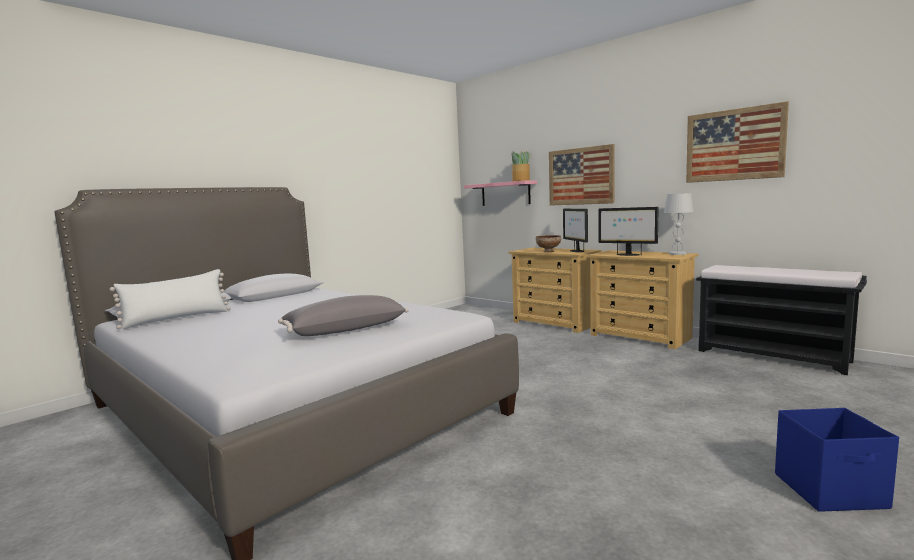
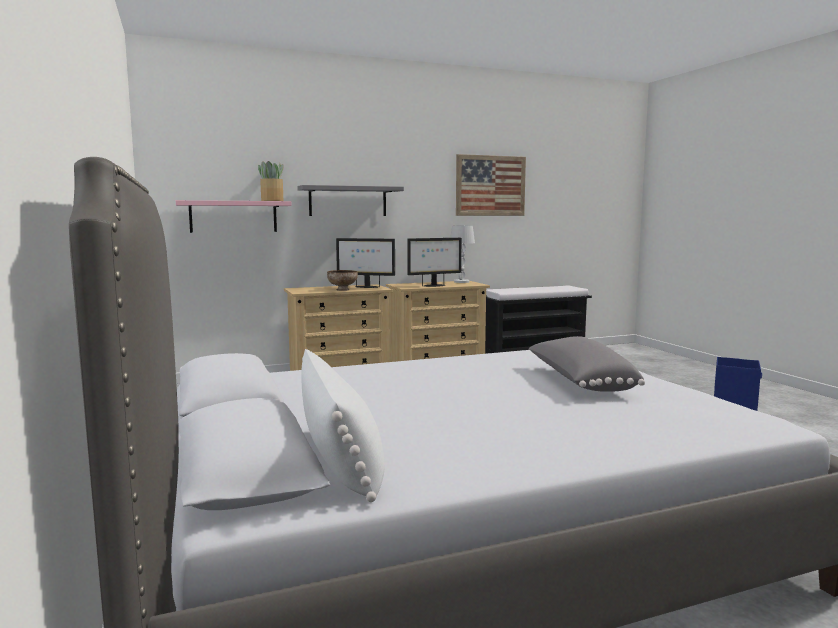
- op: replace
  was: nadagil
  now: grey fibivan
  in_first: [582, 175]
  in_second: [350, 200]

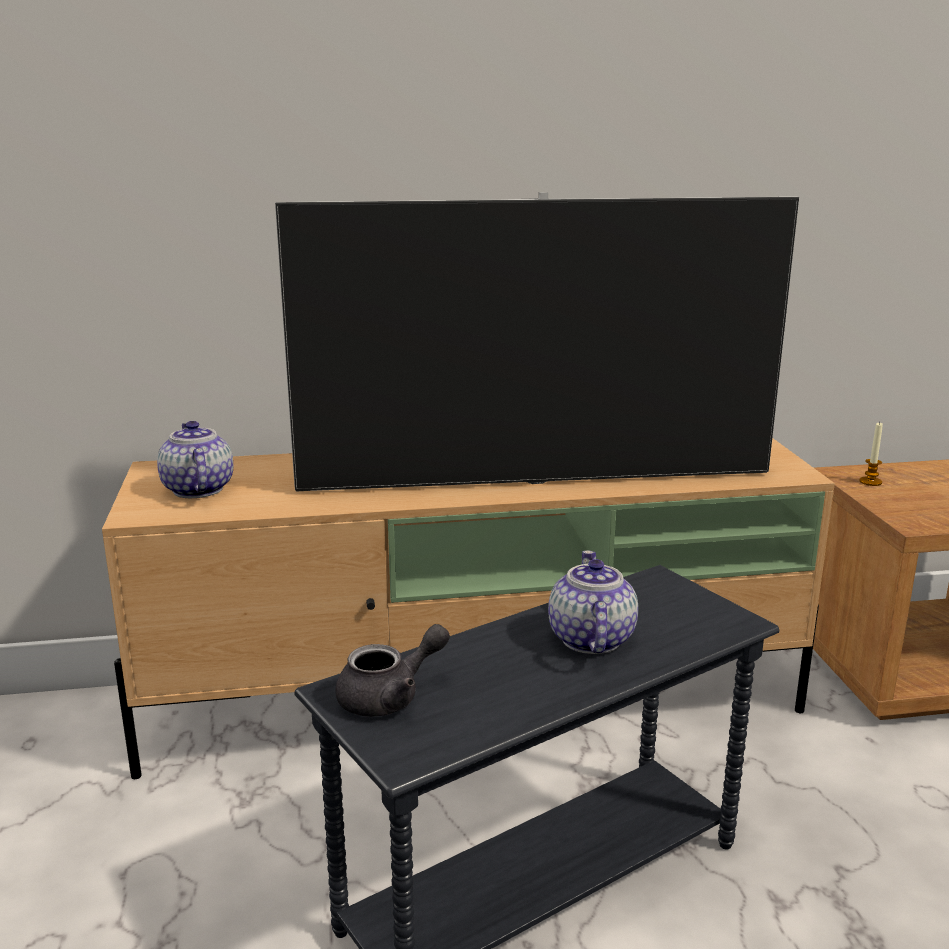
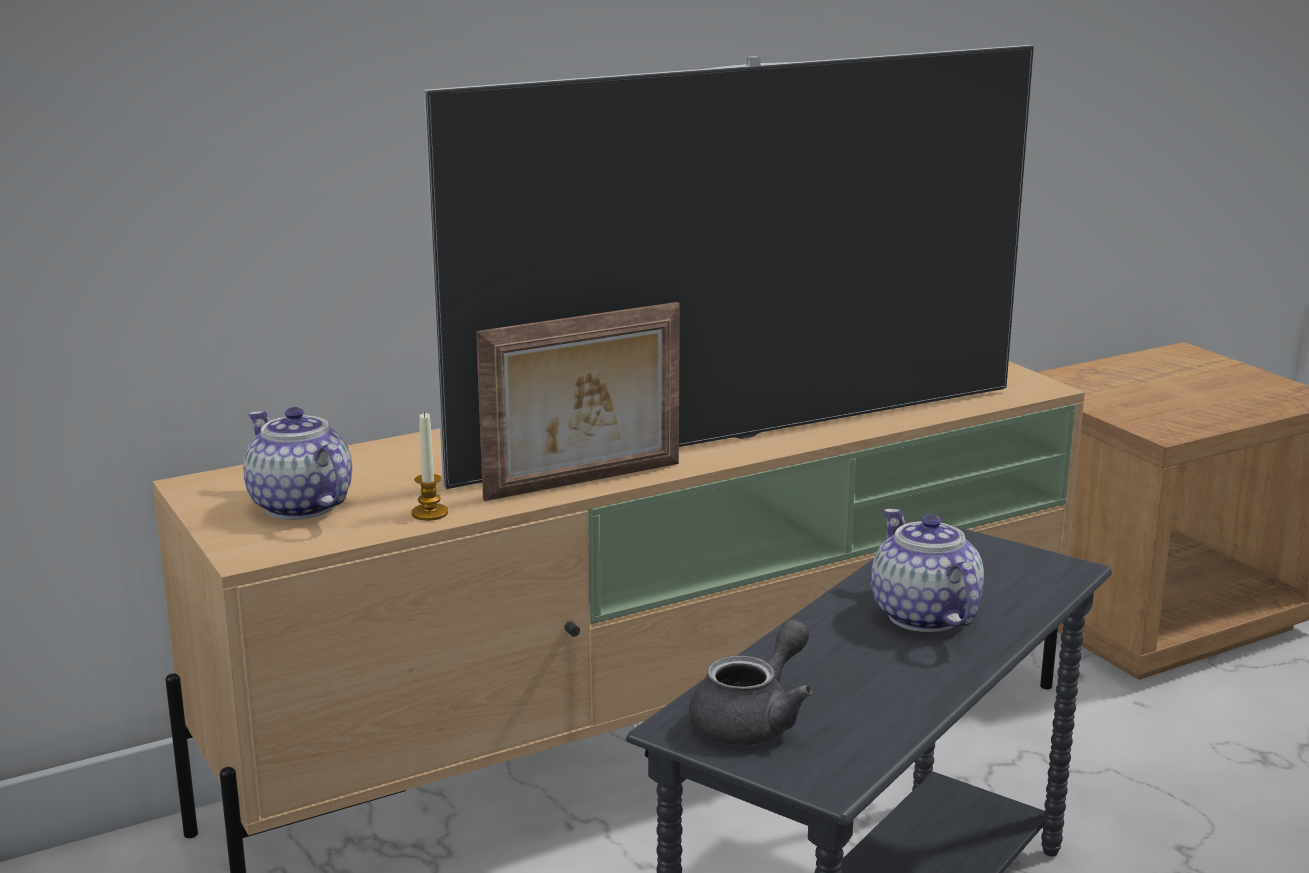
- op: move
  was: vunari
  in_first: [871, 454]
  in_second: [429, 466]
- op: insert
  now: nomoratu
  in_second: [578, 401]

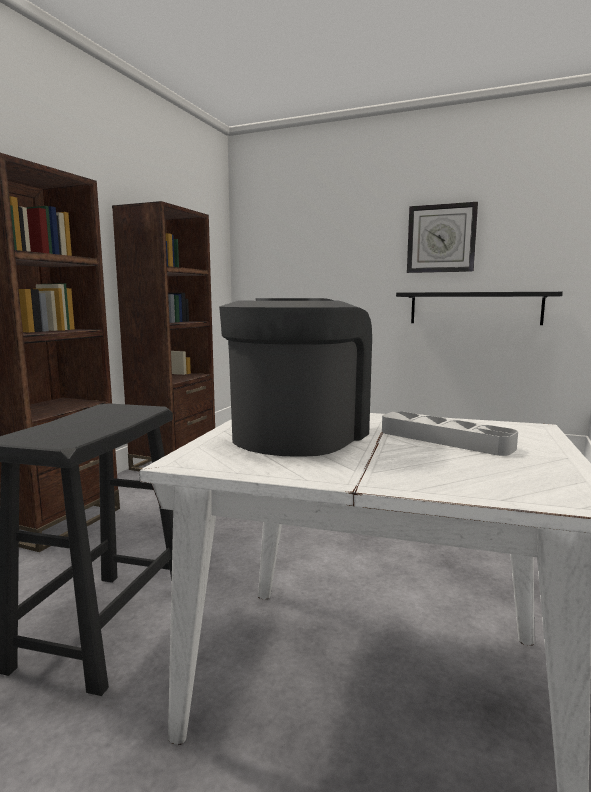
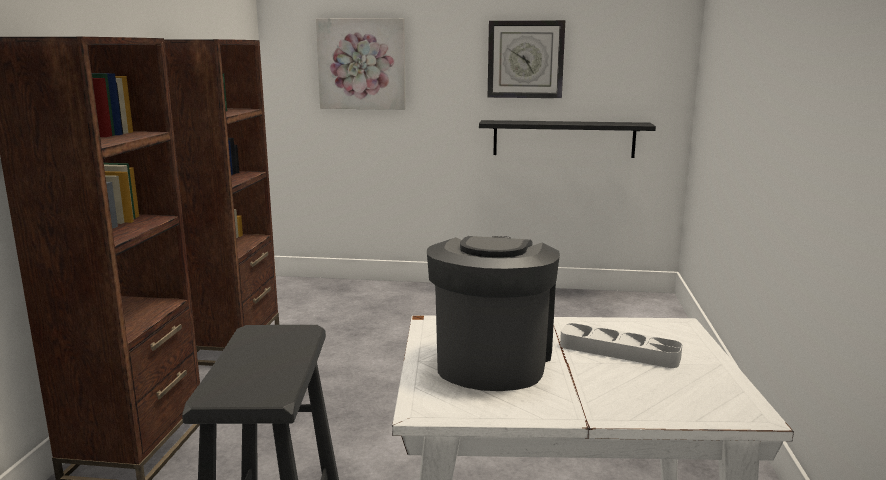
- op: insert
  now: nadagil
  in_second: [361, 64]

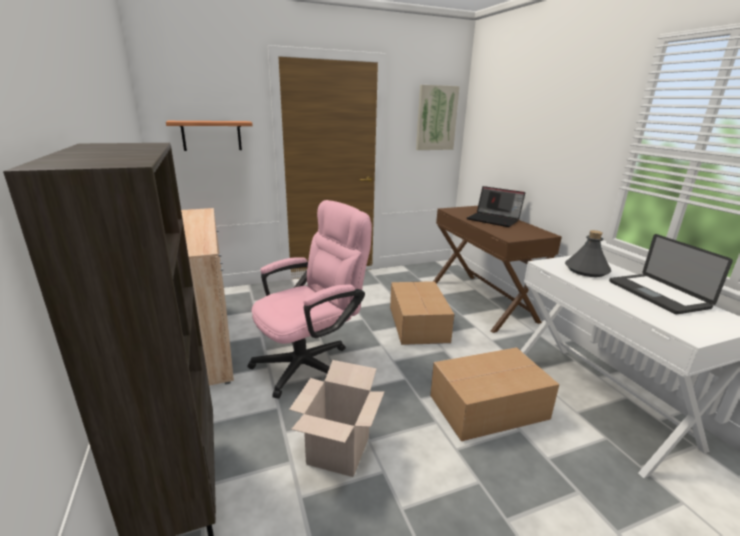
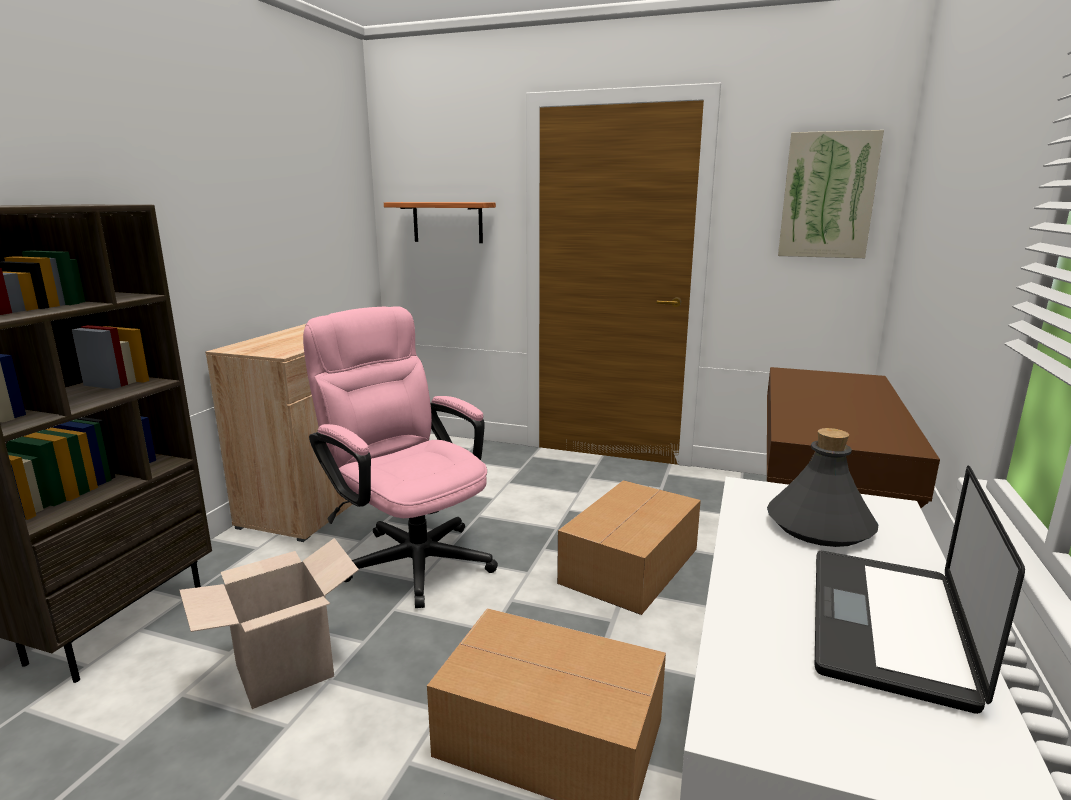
- op: rotate
  was: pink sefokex
  in_first: [310, 299]
  in_second: [400, 457]
  clockwise: -135
- op: delete
  was: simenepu
  in_first: [496, 206]

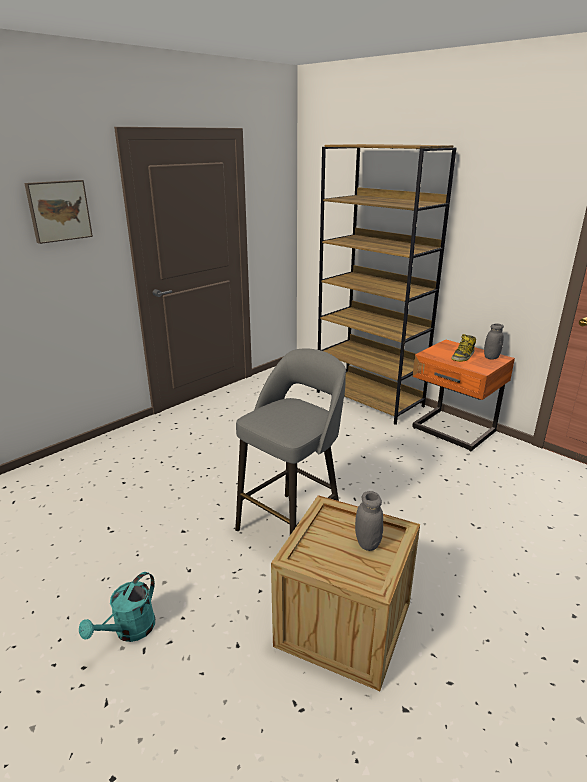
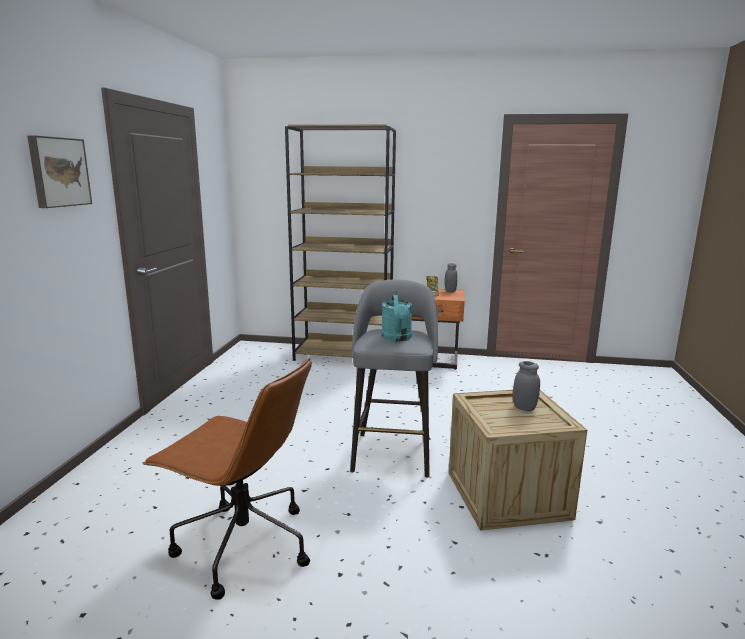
- op: insert
  now: brown sefokex
  in_second: [227, 479]
- op: move
  was: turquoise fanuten
  in_first: [117, 607]
  in_second: [396, 316]

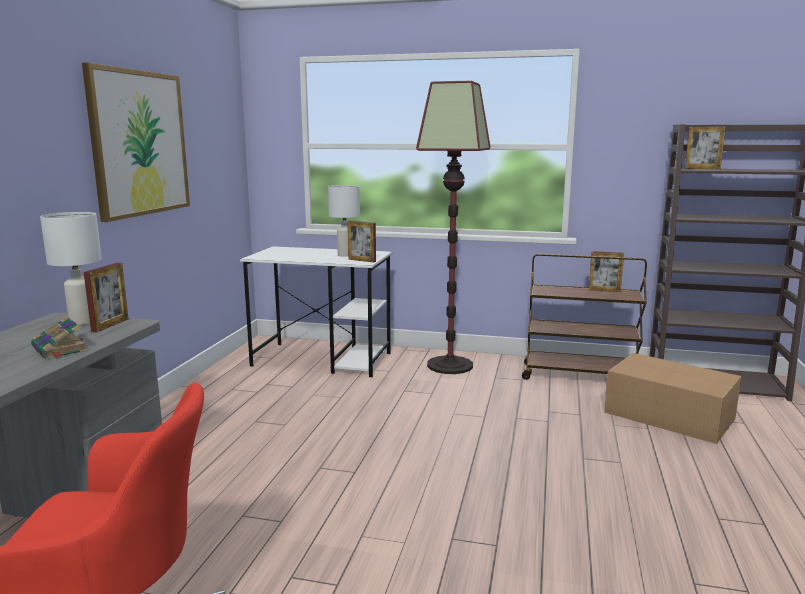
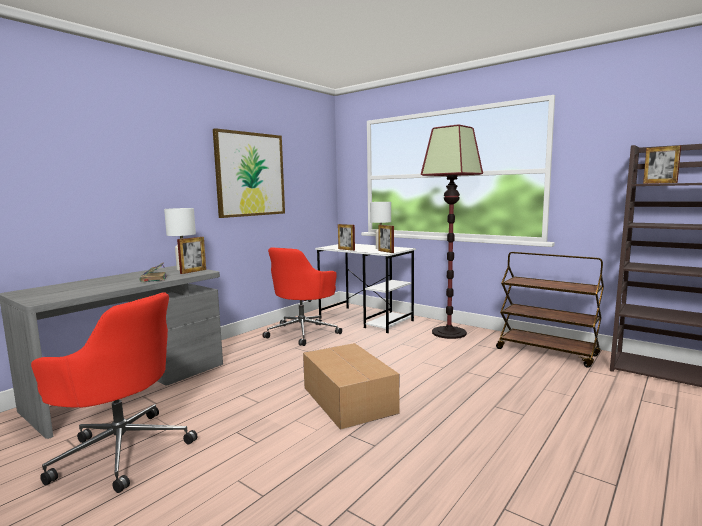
- op: insert
  now: red sefokex
  in_second: [302, 297]
- op: move
  was: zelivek
  in_first: [672, 398]
  in_second: [351, 386]
- op: move
  was: nomoratu
  in_first: [606, 271]
  in_second: [346, 237]

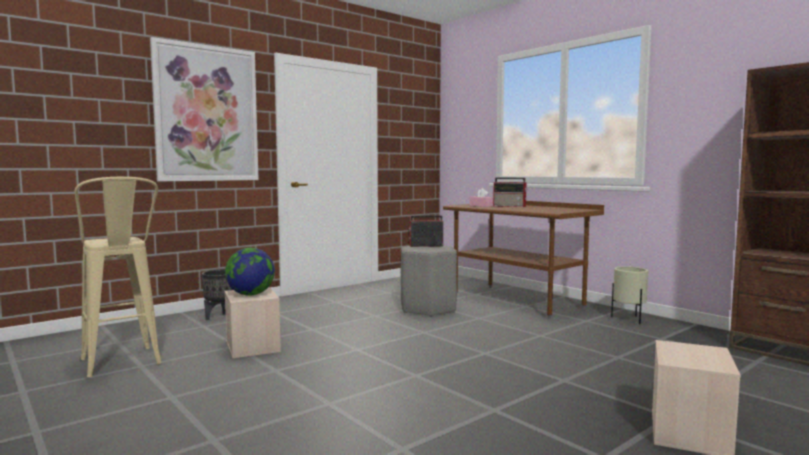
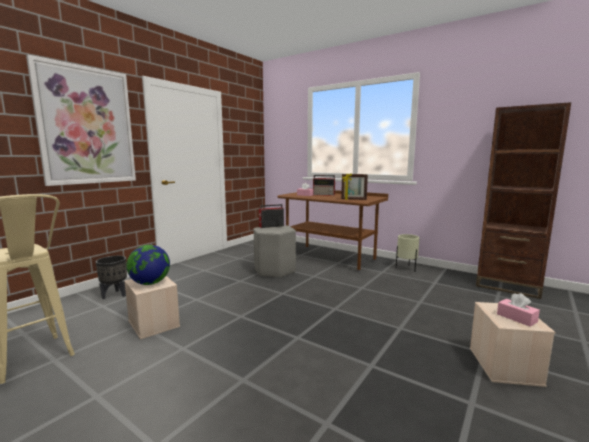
- op: insert
  now: nomoratu
  in_second: [354, 186]
- op: insert
  now: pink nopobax
  in_second: [518, 310]

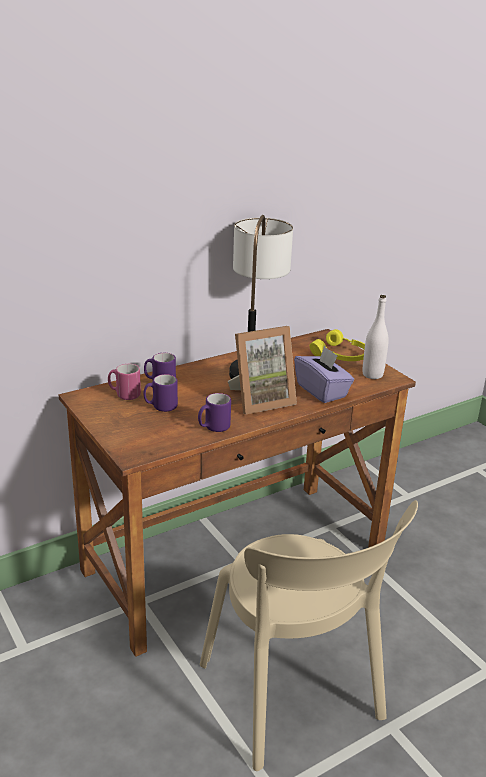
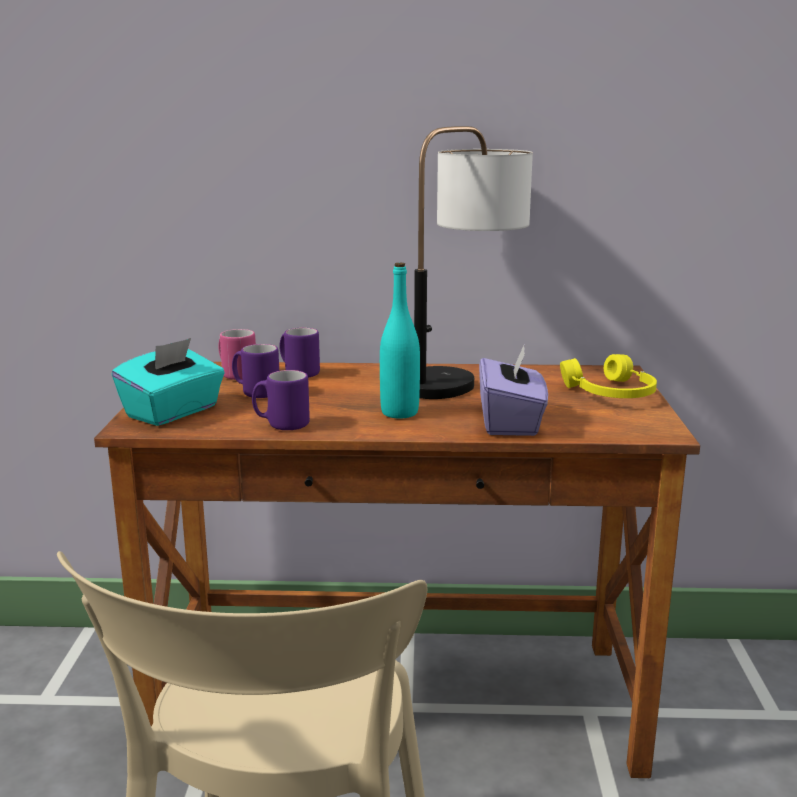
- op: insert
  now: turquoise nopobax
  in_second: [168, 382]
- op: replace
  was: nomoratu
  now: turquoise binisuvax
  in_first: [262, 370]
  in_second: [400, 341]
- op: delete
  was: white binisuvax
  in_first: [376, 337]

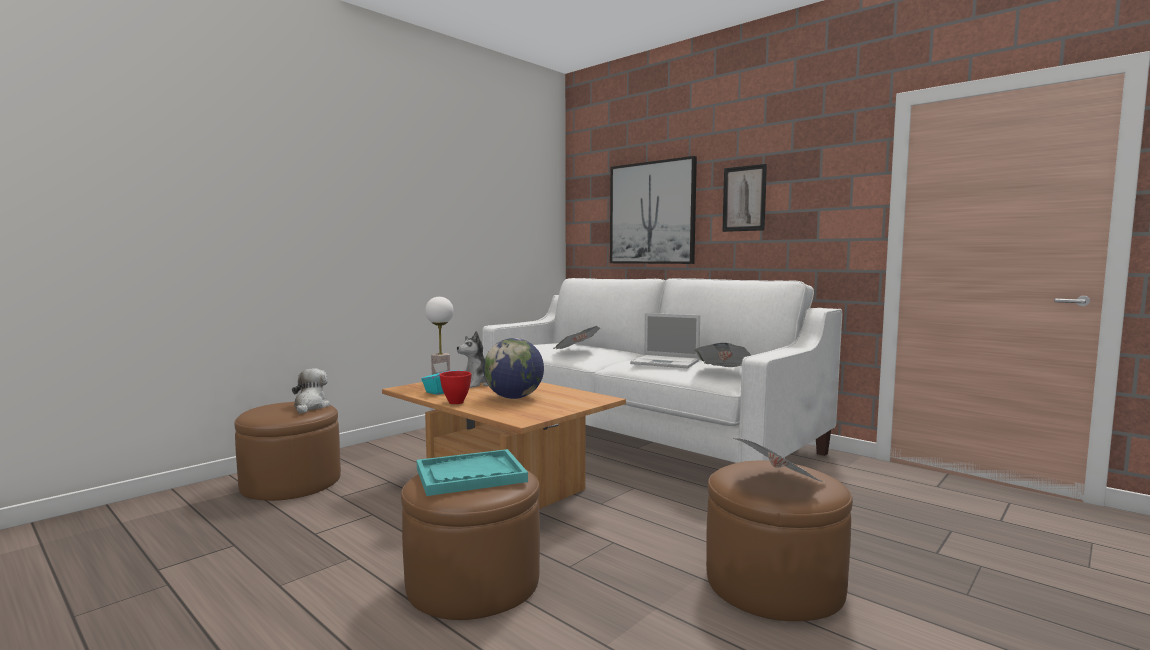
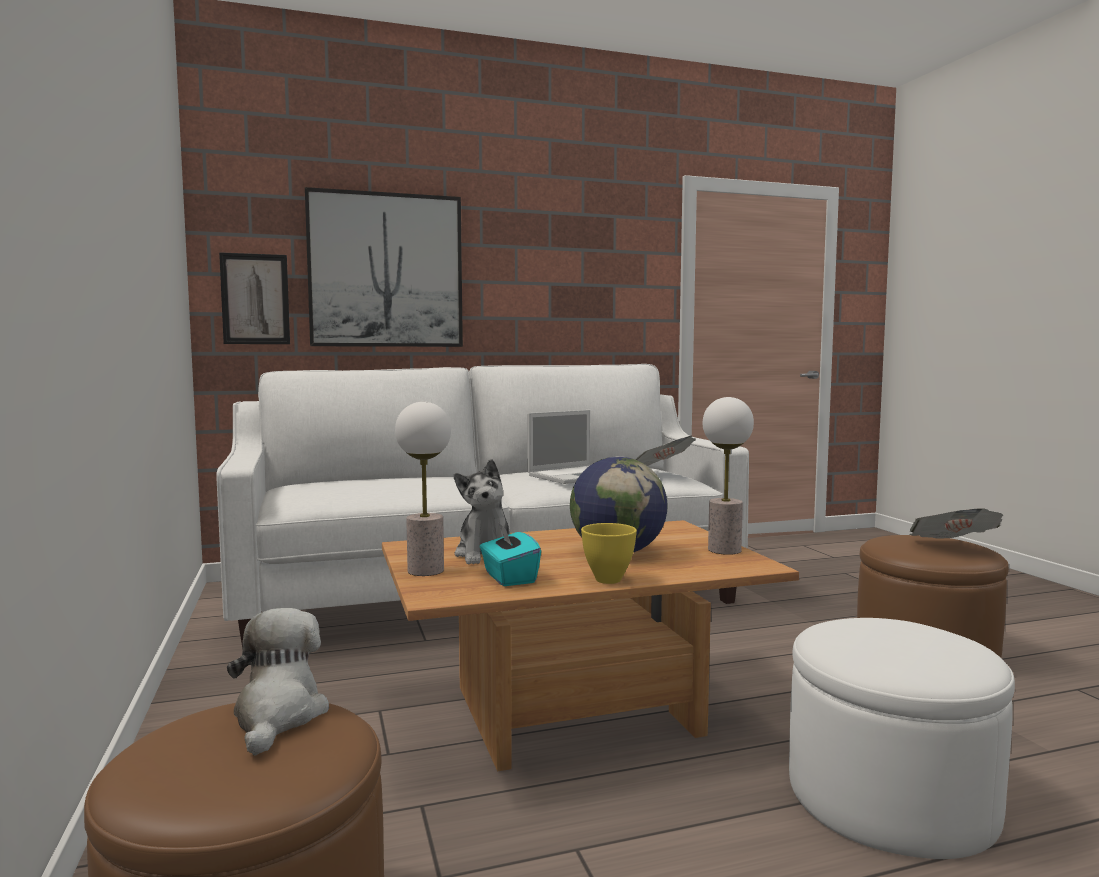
- op: move
  was: nadagil
  in_first: [744, 198]
  in_second: [254, 298]
- op: rotate
  was: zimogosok
  in_first: [311, 391]
  in_second: [278, 681]
  clockwise: 60
- op: recolor
  was: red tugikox
  now: yellow tugikox
  in_first: [455, 387]
  in_second: [609, 553]
- op: insert
  now: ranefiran
  in_second: [728, 476]
- op: recolor
  was: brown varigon
  now: white varigon
  in_first: [470, 545]
  in_second: [902, 738]
- op: delete
  was: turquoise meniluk
  in_first: [472, 472]
- op: delete
  was: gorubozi
  in_first: [576, 337]

